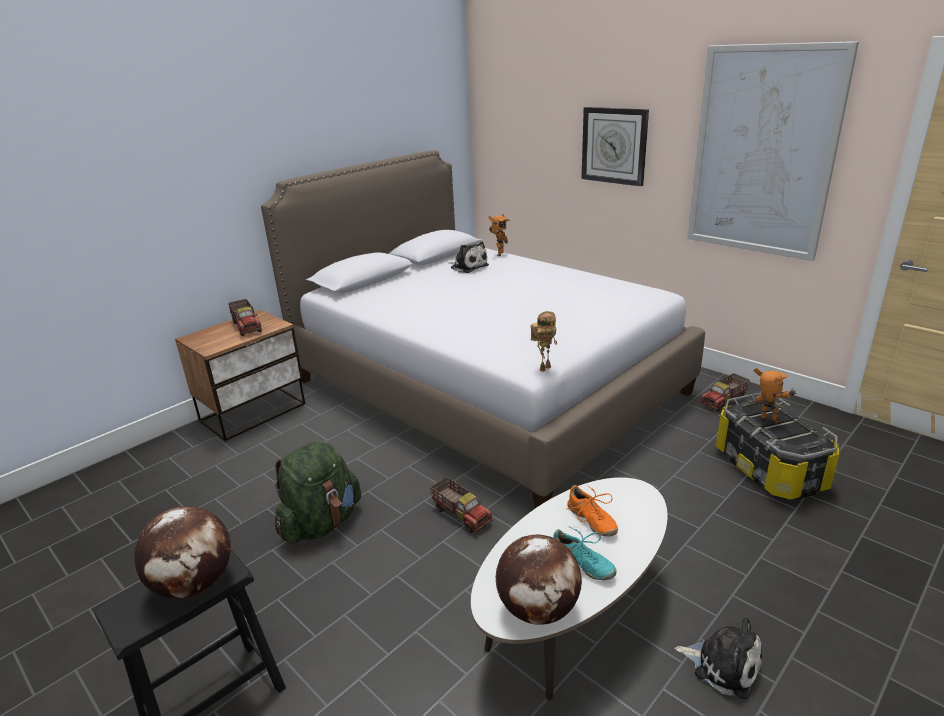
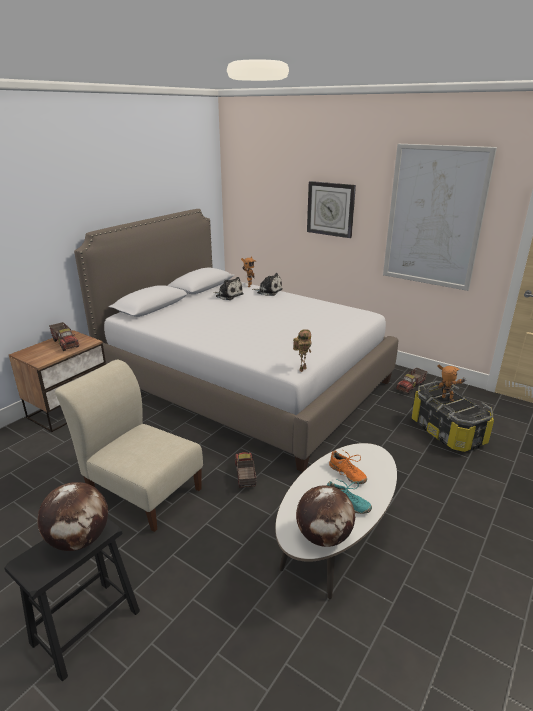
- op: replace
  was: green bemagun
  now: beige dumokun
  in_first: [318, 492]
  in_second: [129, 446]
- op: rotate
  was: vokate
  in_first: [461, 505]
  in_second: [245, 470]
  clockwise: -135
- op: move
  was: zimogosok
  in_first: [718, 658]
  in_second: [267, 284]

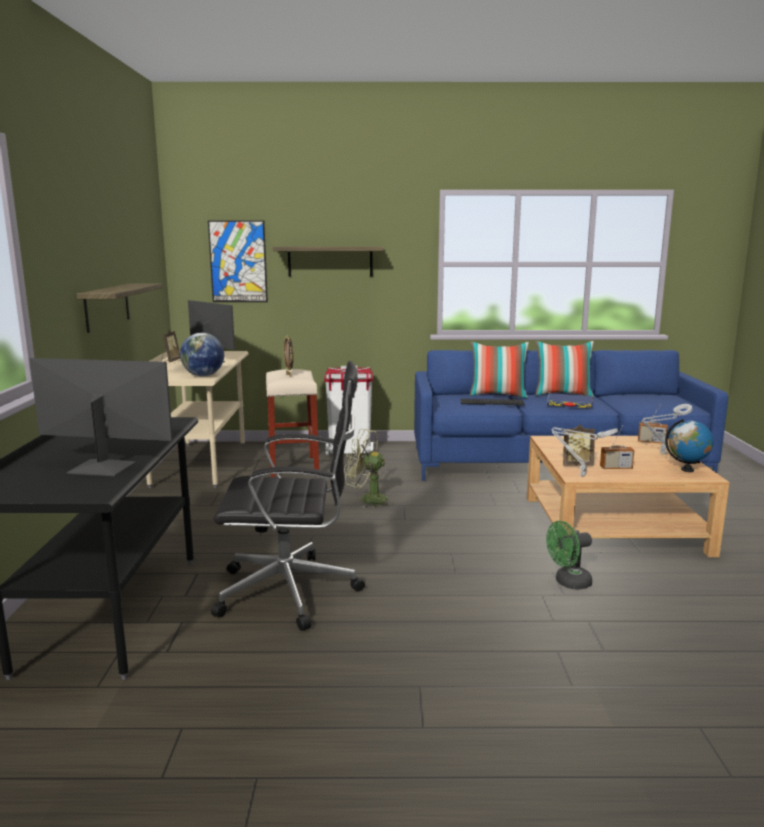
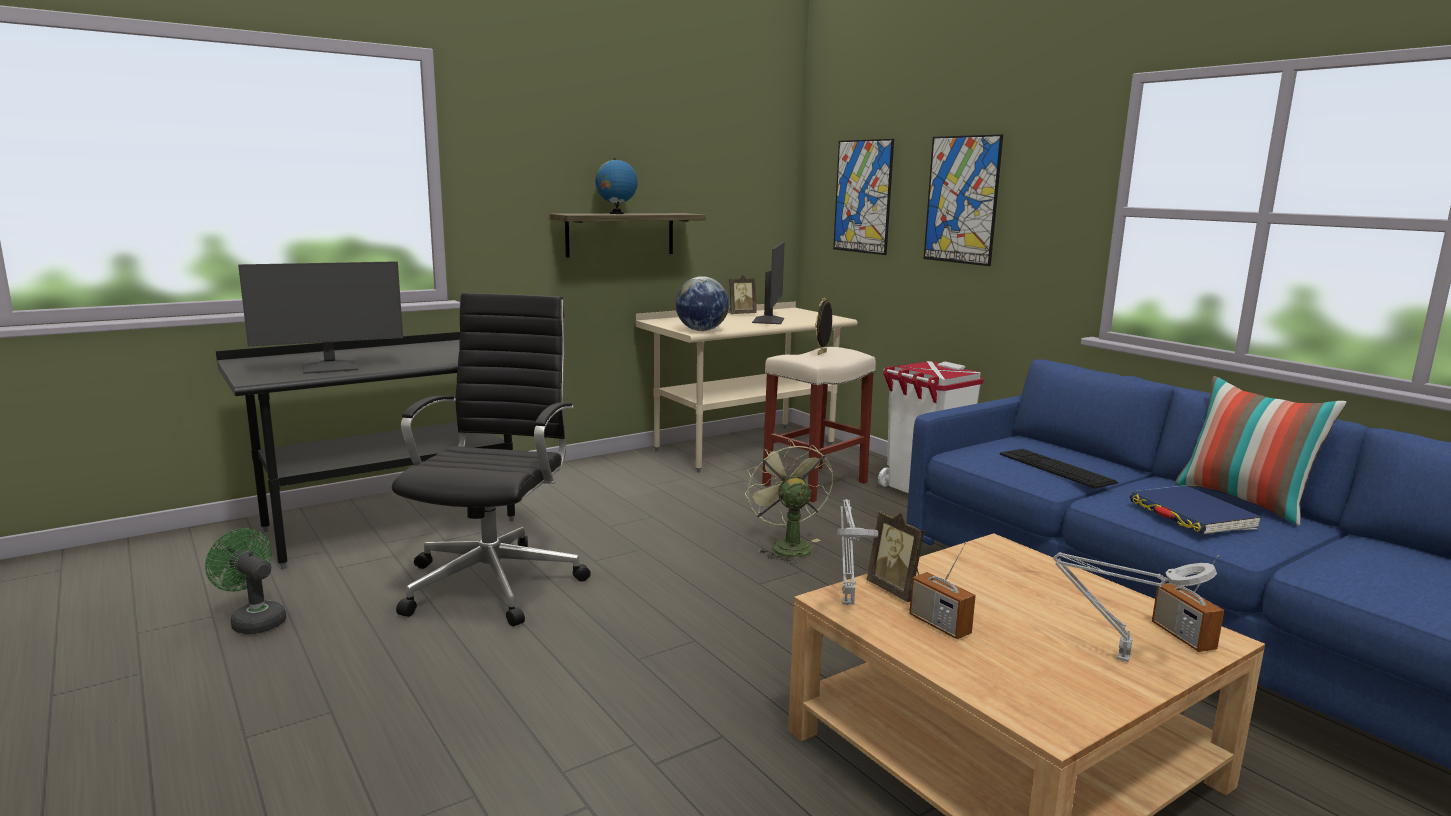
- op: move
  was: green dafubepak
  in_first: [569, 555]
  in_second: [246, 581]
- op: rotate
  was: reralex
  in_first: [101, 417]
  in_second: [320, 317]
  clockwise: 90
- op: rotate
  was: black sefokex
  in_first: [288, 496]
  in_second: [491, 460]
  clockwise: -135
- op: move
  was: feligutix
  in_first: [689, 445]
  in_second: [616, 186]
- op: replace
  was: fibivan
  now: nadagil
  in_first: [328, 261]
  in_second: [963, 200]
- op: delete
  was: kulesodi
  in_first: [499, 370]

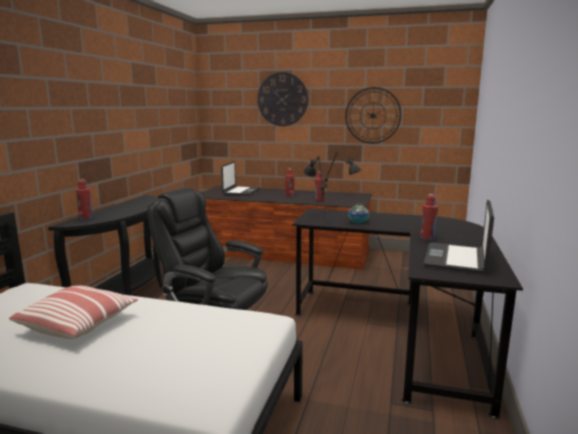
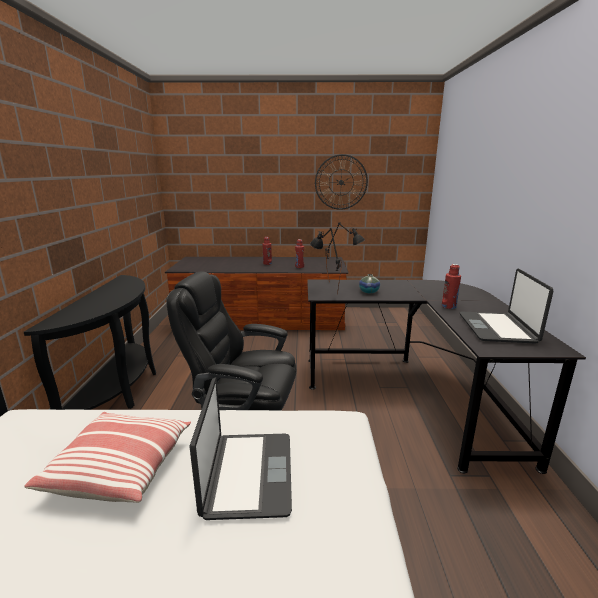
- op: move
  was: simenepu
  in_first: [240, 178]
  in_second: [240, 448]
- op: delete
  was: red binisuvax
  in_first: [84, 199]
- op: delete
  was: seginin
  in_first: [282, 99]

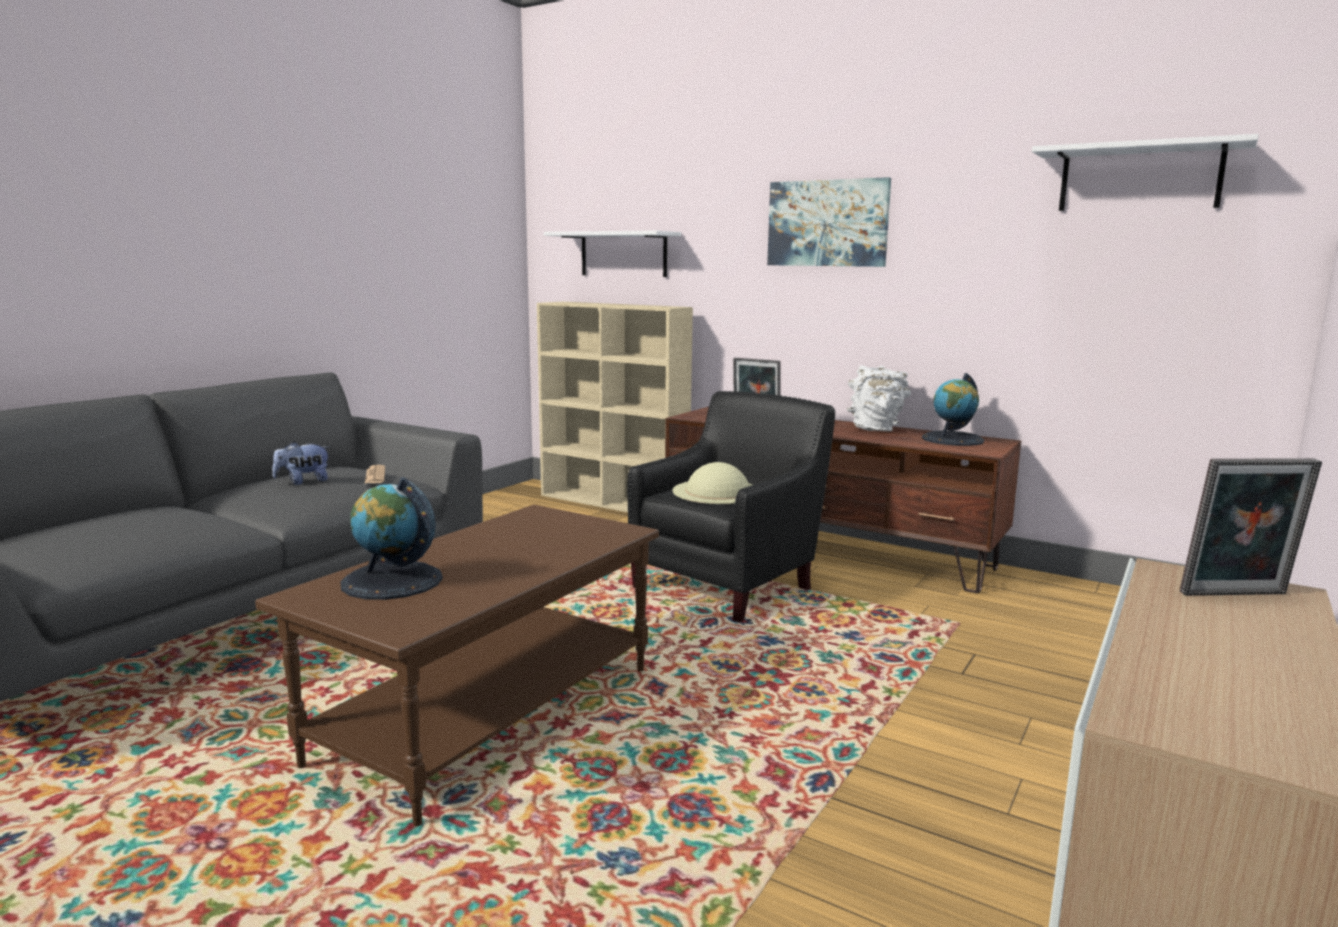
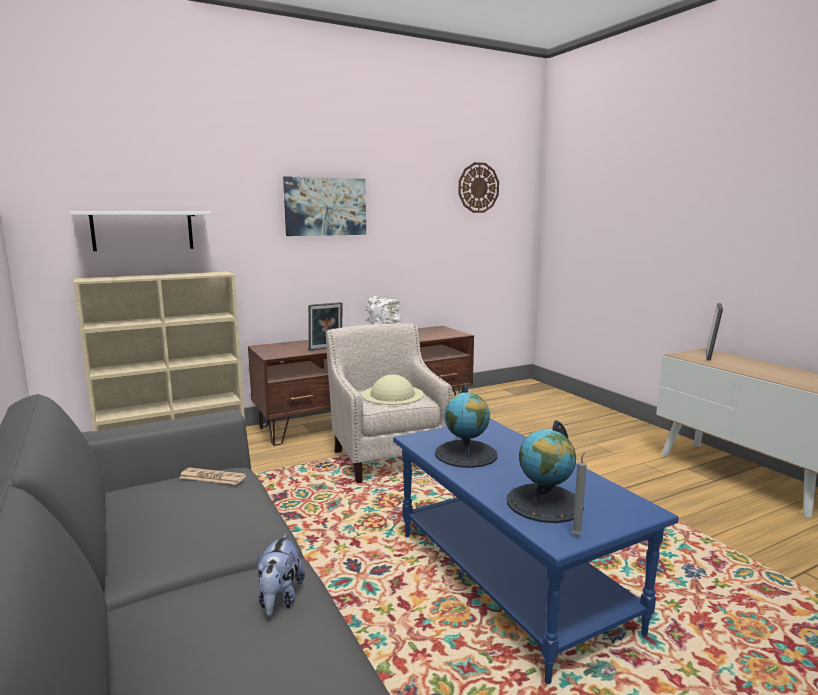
- op: move
  was: zimogosok
  in_first: [301, 463]
  in_second: [281, 575]
- op: recolor
  was: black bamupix
  now: beige bamupix
  in_first: [731, 507]
  in_second: [389, 403]
- op: recolor
  was: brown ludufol
  now: blue ludufol
  in_first: [457, 665]
  in_second: [536, 551]
- op: move
  was: feligutix
  in_first: [953, 409]
  in_second: [466, 426]
- op: replace
  was: white fibivan
  now: seginin
  in_first: [1145, 172]
  in_second: [478, 187]
- op: insert
  now: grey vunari
  in_second: [579, 494]

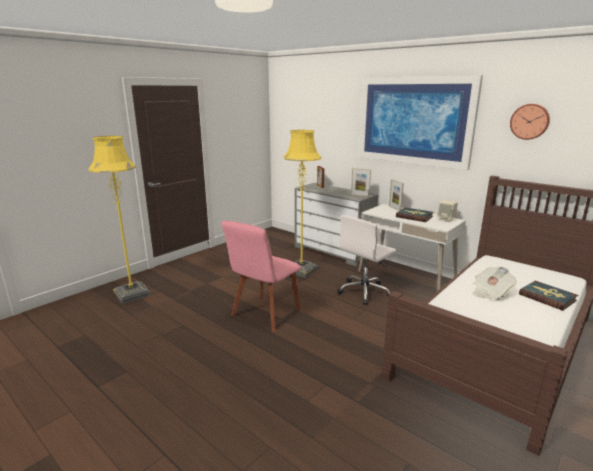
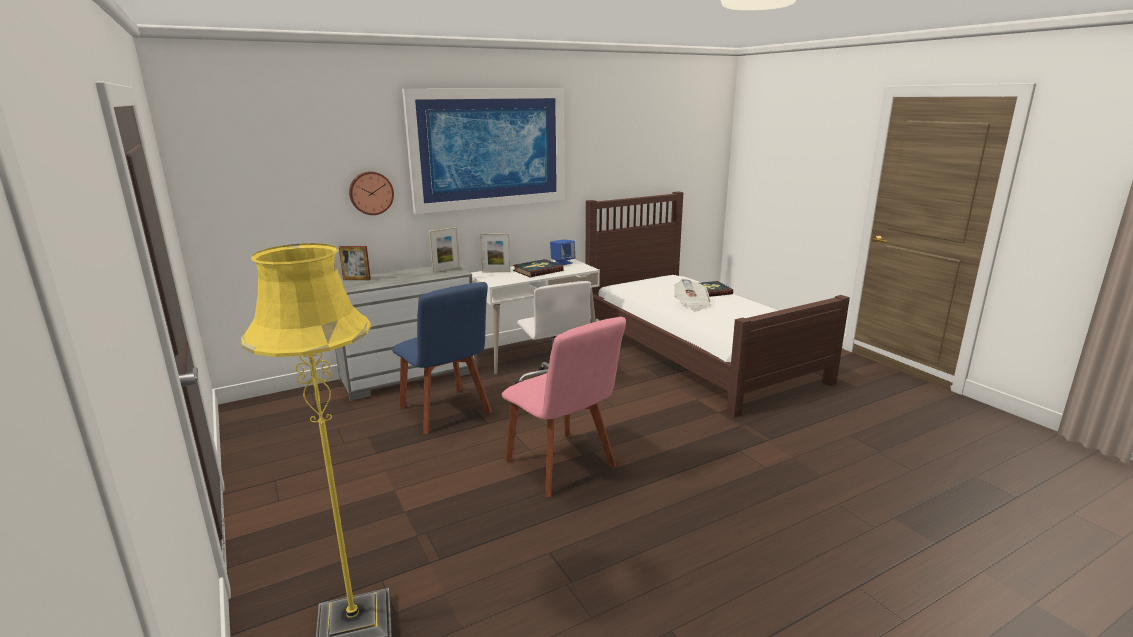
- op: move
  was: seginin
  in_first: [530, 122]
  in_second: [371, 193]
- op: replace
  was: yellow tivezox
  now: blue dumokun
  in_first: [302, 204]
  in_second: [442, 358]
- op: recolor
  was: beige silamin
  now: blue silamin
  in_first: [447, 211]
  in_second: [562, 252]

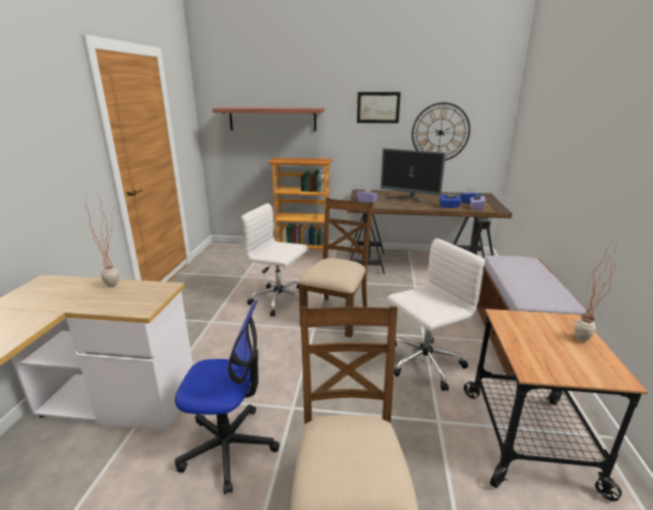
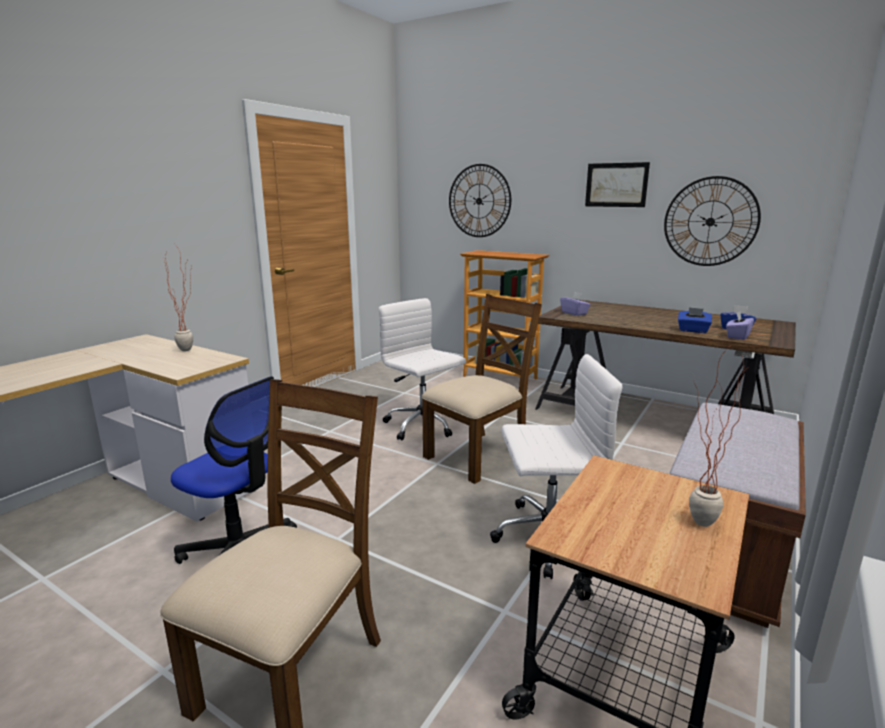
- op: replace
  was: fibivan
  now: seginin
  in_first: [268, 119]
  in_second: [480, 200]
- op: delete
  was: reralex
  in_first: [413, 176]

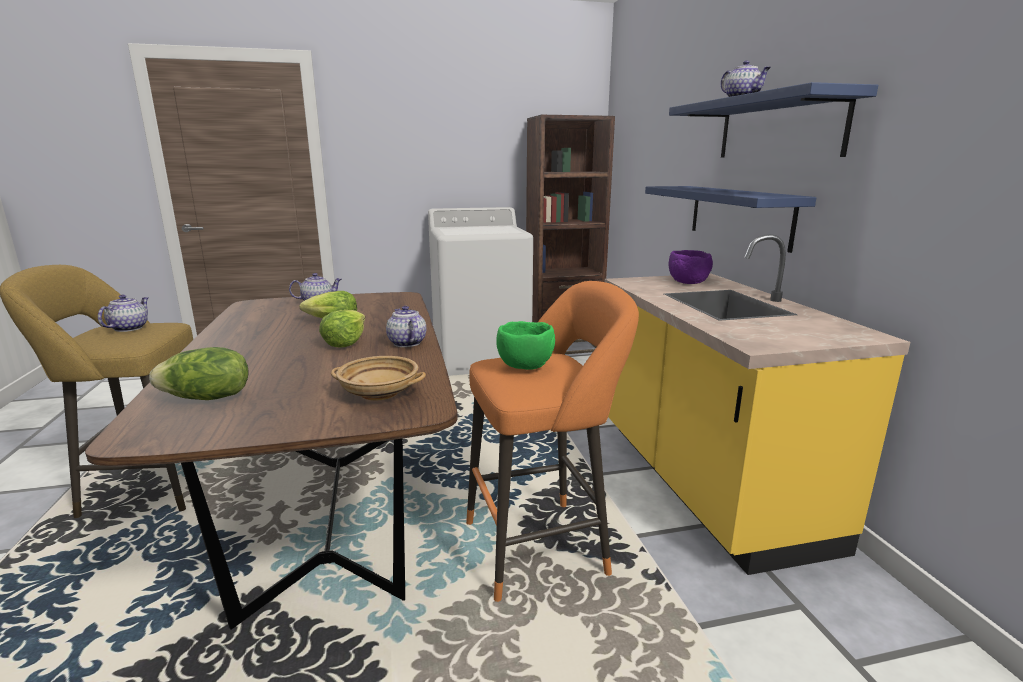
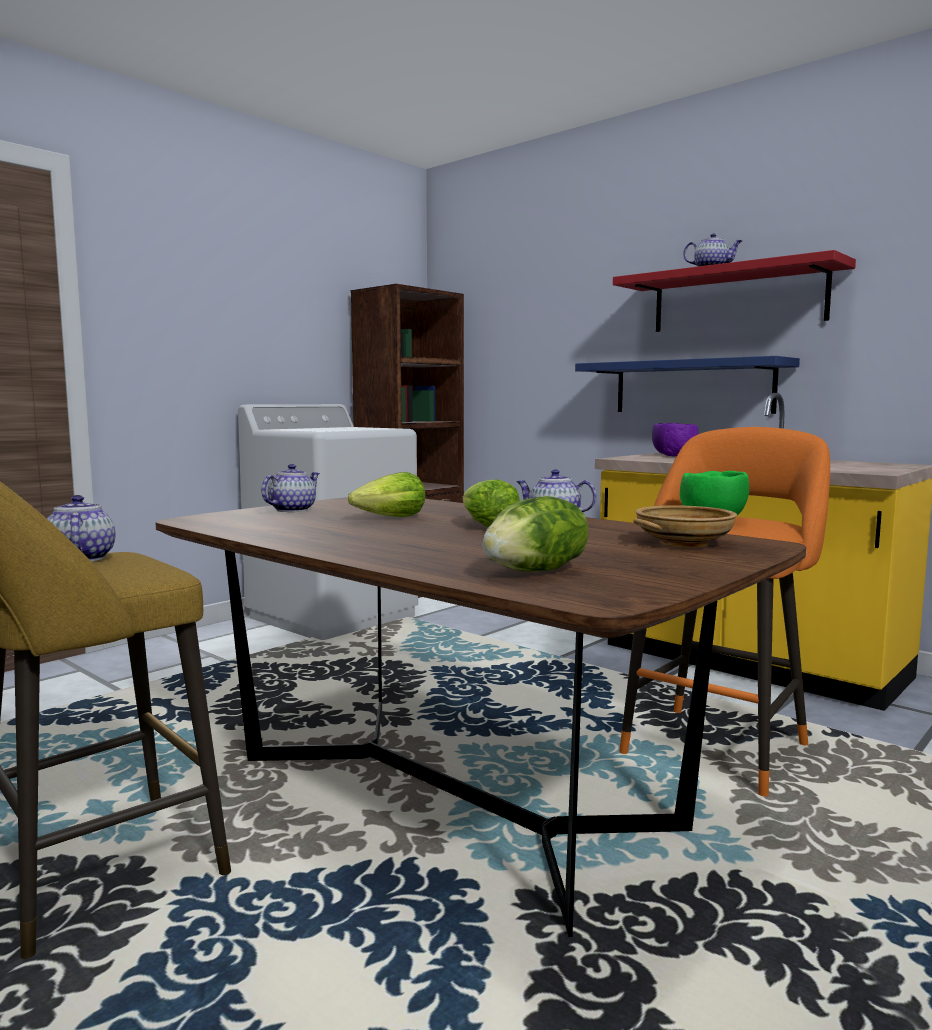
- op: recolor
  was: blue fibivan
  now: red fibivan
  in_first: [773, 120]
  in_second: [734, 291]

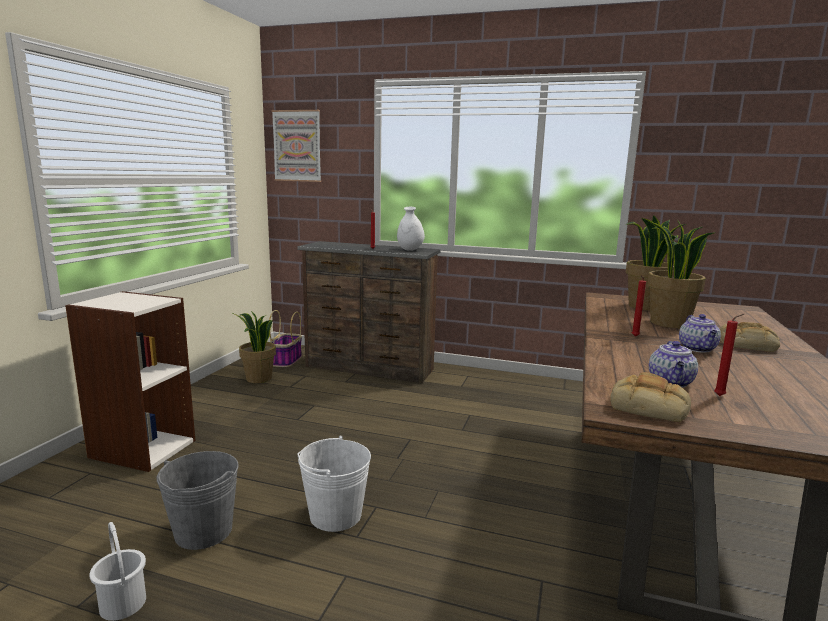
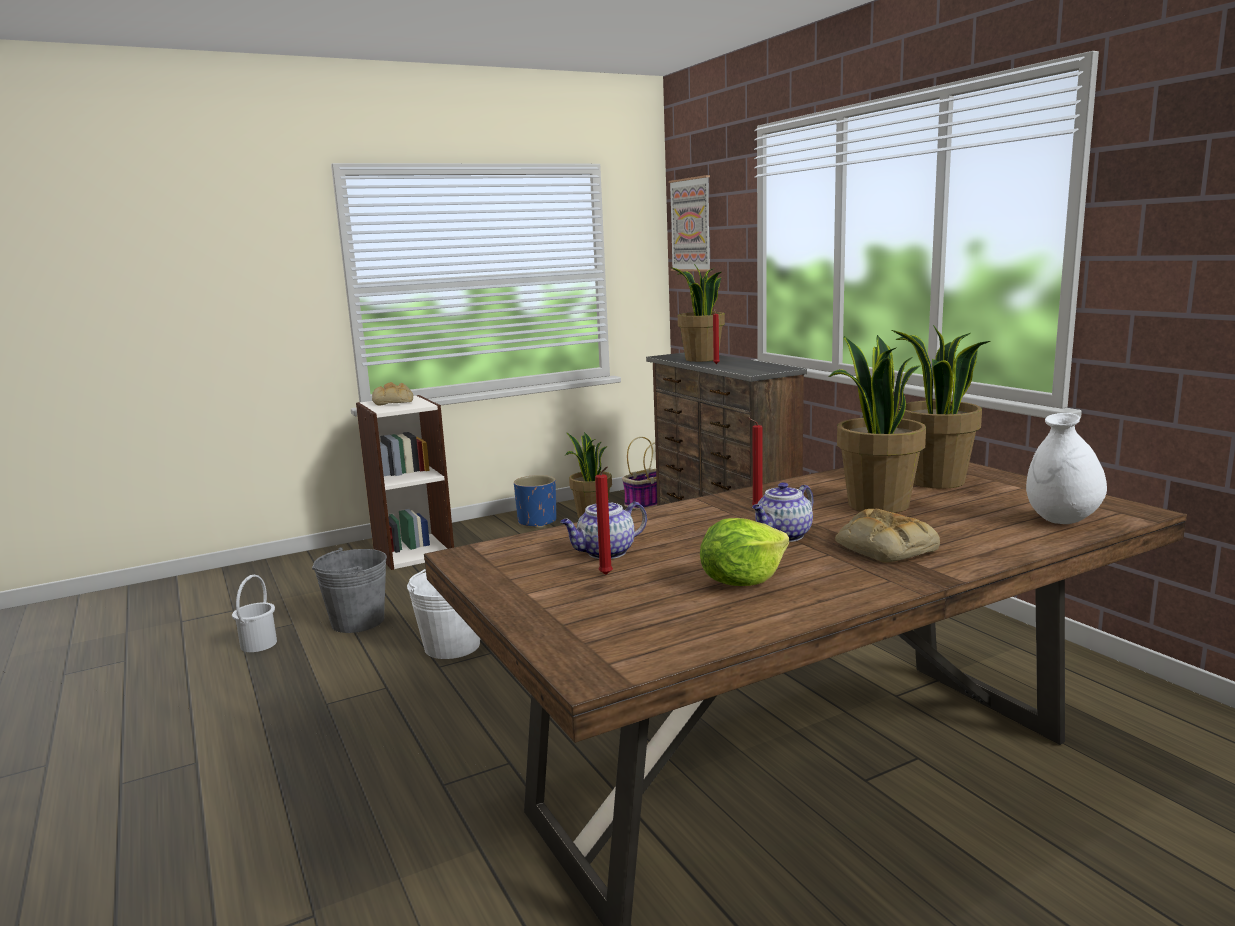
- op: move
  was: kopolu
  in_first: [650, 397]
  in_second: [392, 394]
- op: insert
  now: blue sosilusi
  in_second: [535, 501]
- op: insert
  now: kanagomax
  in_second: [698, 313]
- op: insert
  now: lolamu
  in_second: [744, 552]
- op: move
  was: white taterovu
  in_first: [411, 229]
  in_second: [1066, 468]

